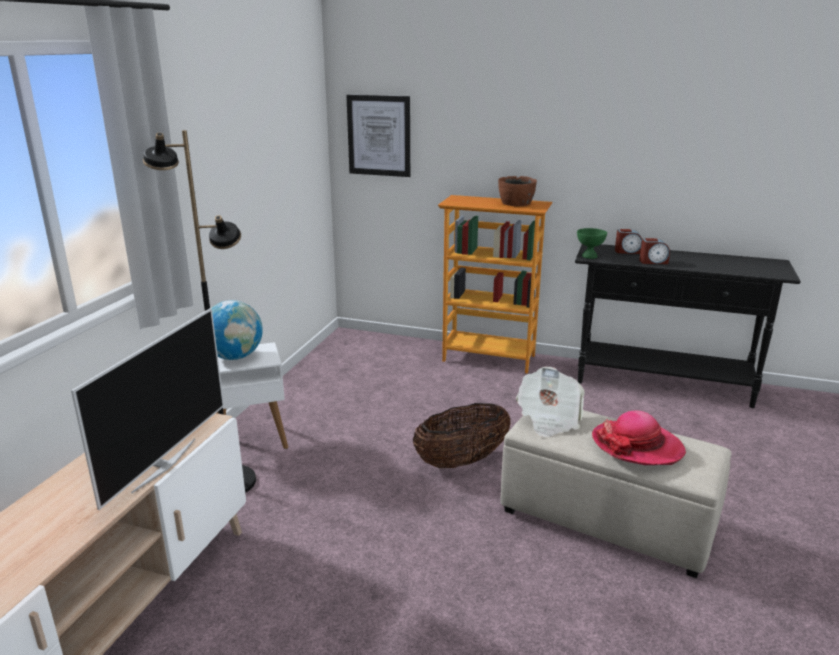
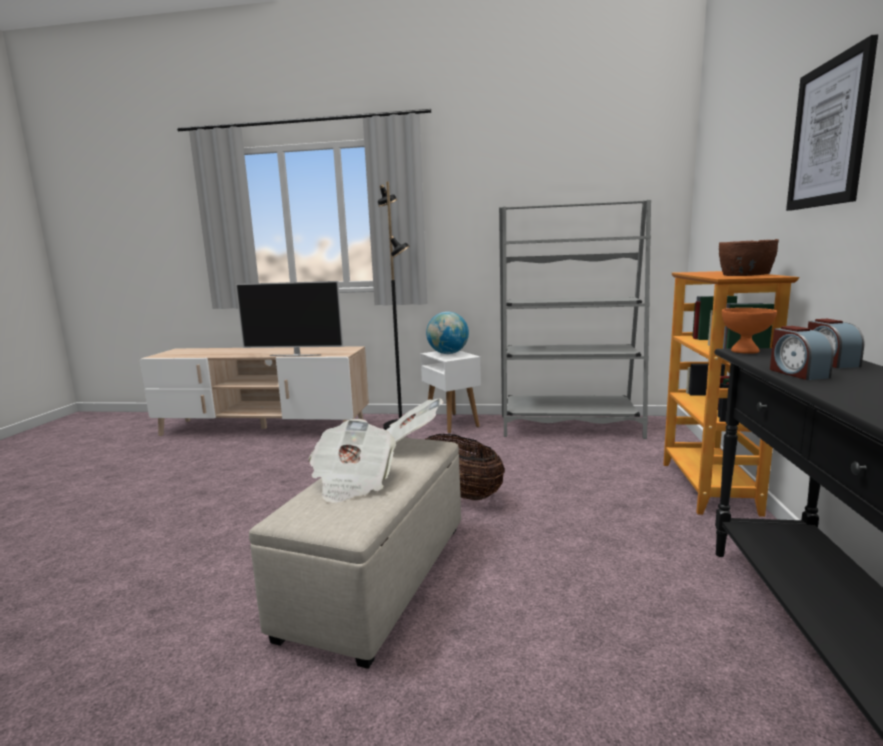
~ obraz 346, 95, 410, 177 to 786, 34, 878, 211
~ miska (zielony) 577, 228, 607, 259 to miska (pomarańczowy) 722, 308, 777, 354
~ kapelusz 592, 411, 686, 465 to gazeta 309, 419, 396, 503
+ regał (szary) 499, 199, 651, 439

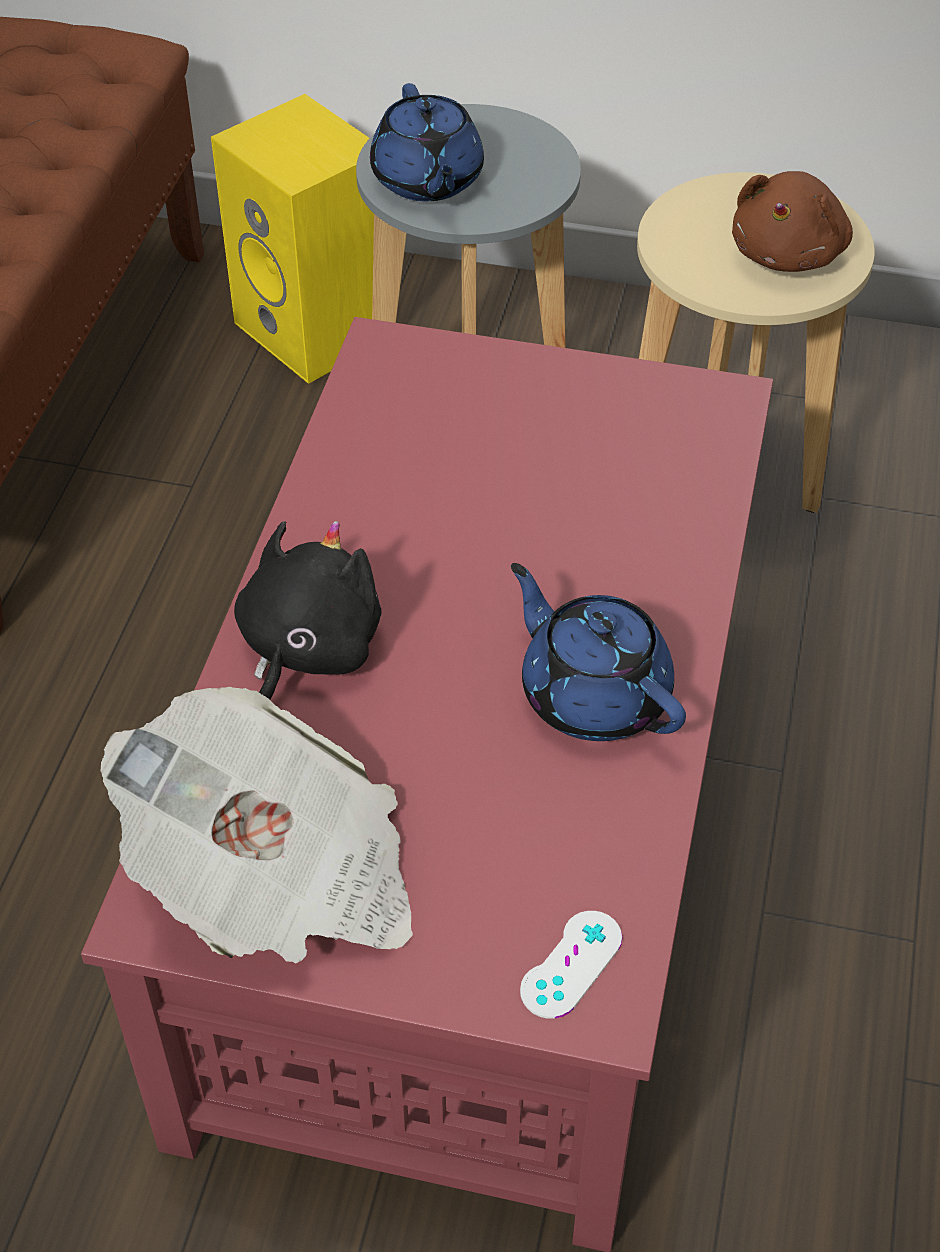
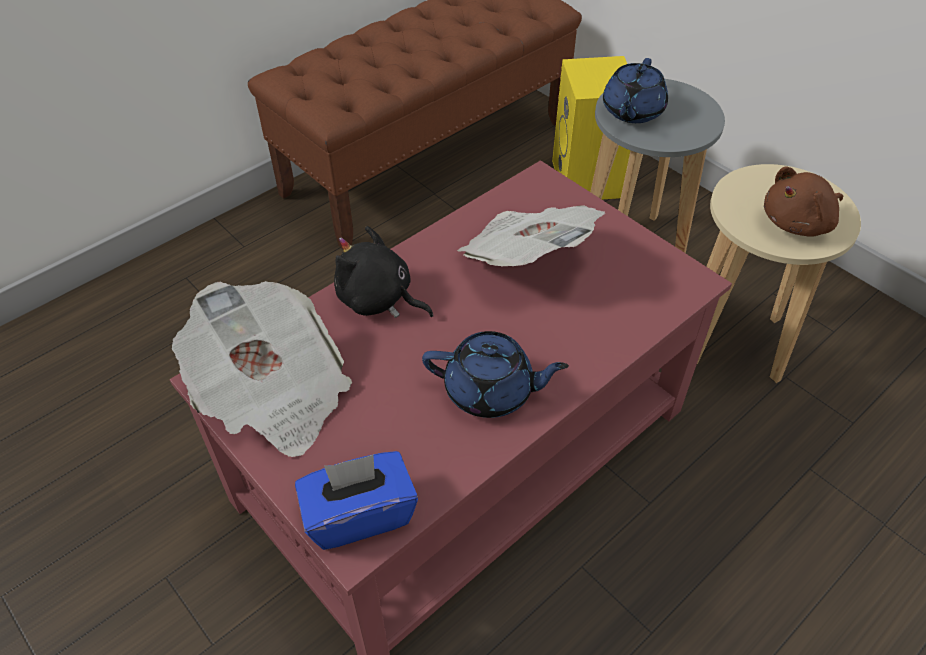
~ pluszak (czarny) 234, 521, 382, 699 = 334, 226, 434, 318 120 degrees counterclockwise
~ imbryk (niebieski) 511, 563, 686, 741 = 422, 331, 569, 418 105 degrees clockwise
~ pad do gier (biały) 520, 911, 622, 1019 to pudełko chusteczek (niebieski) 295, 451, 418, 550
+ gazeta 457, 205, 605, 266

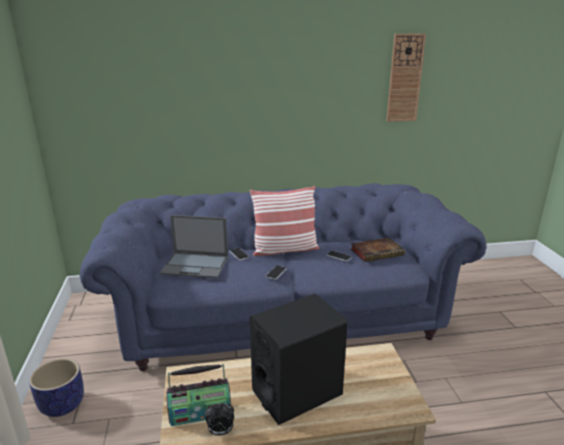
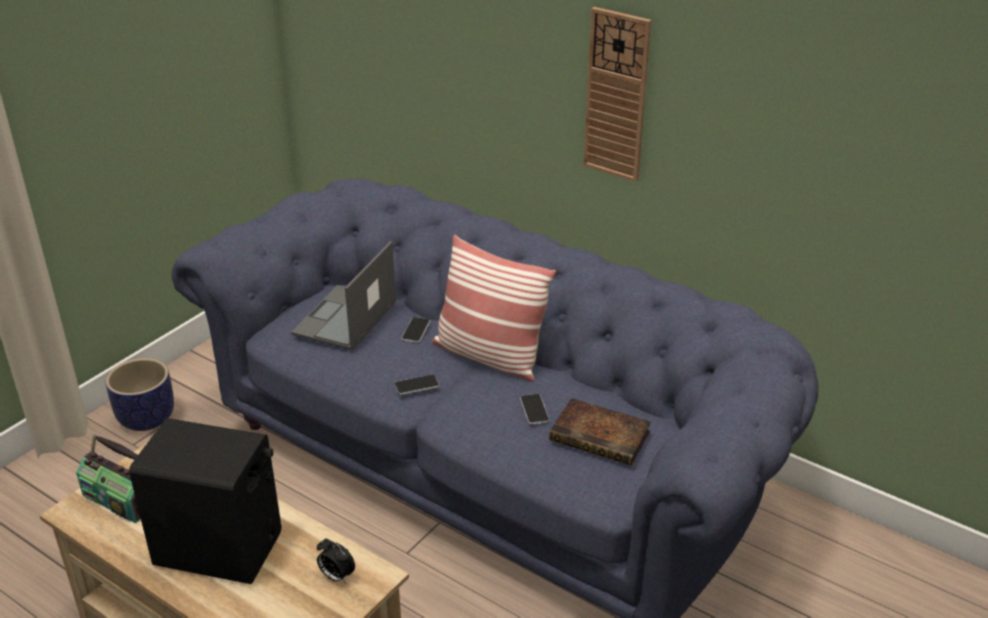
~ zegar ścienny 387, 33, 426, 122 to 583, 7, 651, 182
~ laptop 160, 215, 228, 278 = 291, 241, 396, 350 60 degrees clockwise
~ budzik 205, 403, 234, 435 to 317, 538, 355, 584

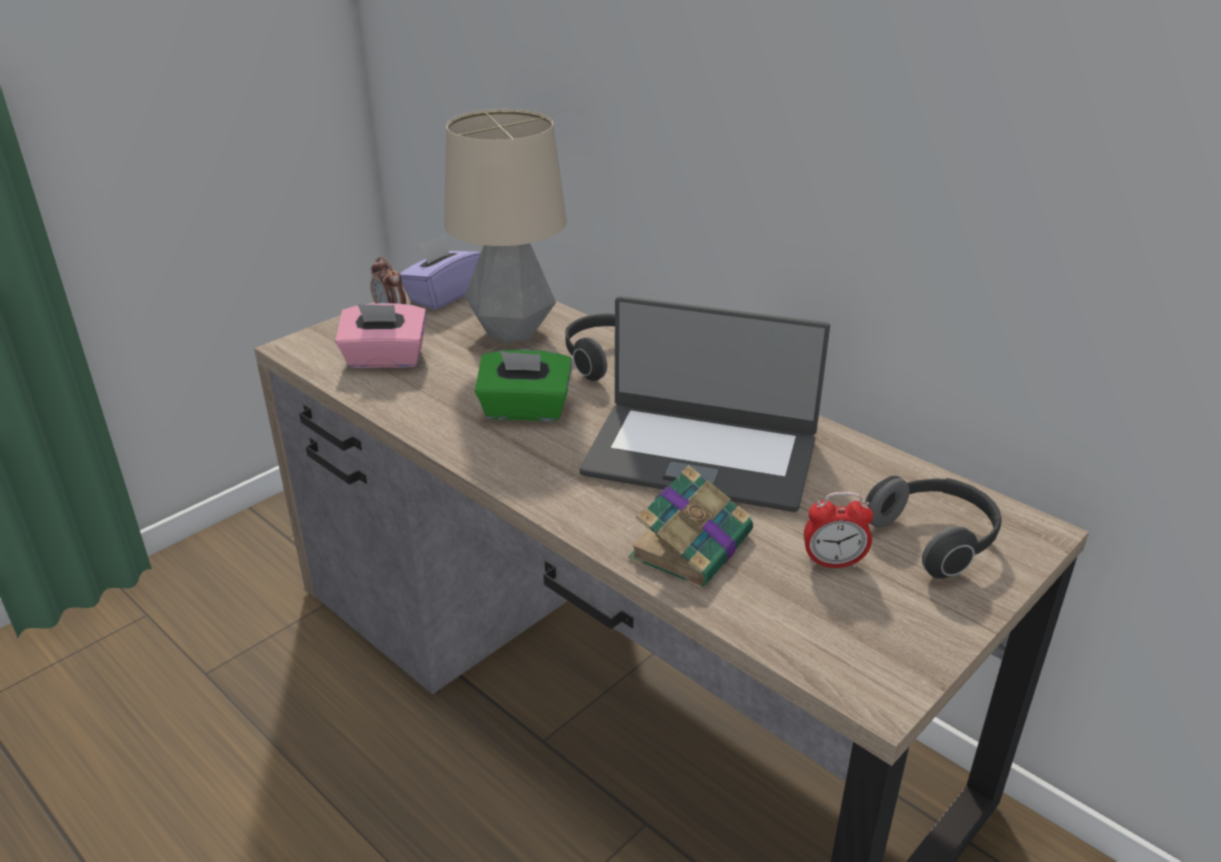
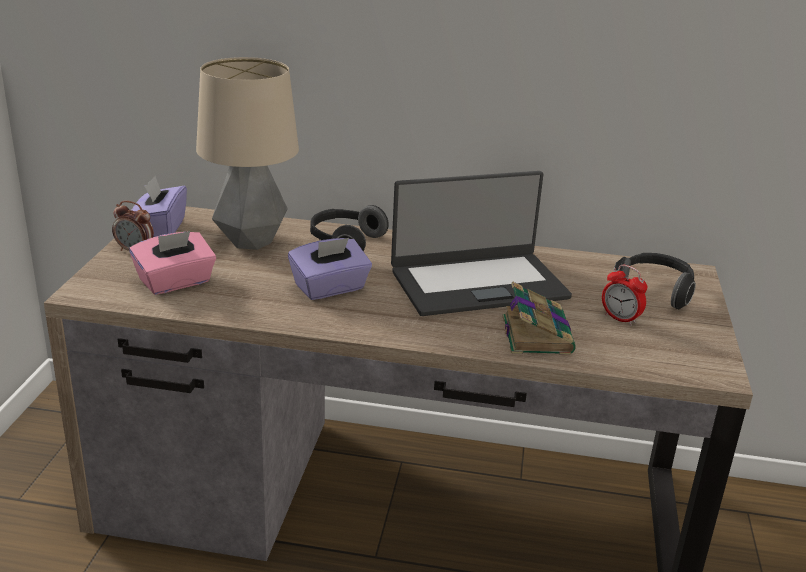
~ pudełko chusteczek (zielony) 475, 349, 572, 421 to pudełko chusteczek (fioletowy) 288, 238, 372, 300
~ budzik 804, 492, 873, 568 = 602, 265, 647, 326 75 degrees clockwise

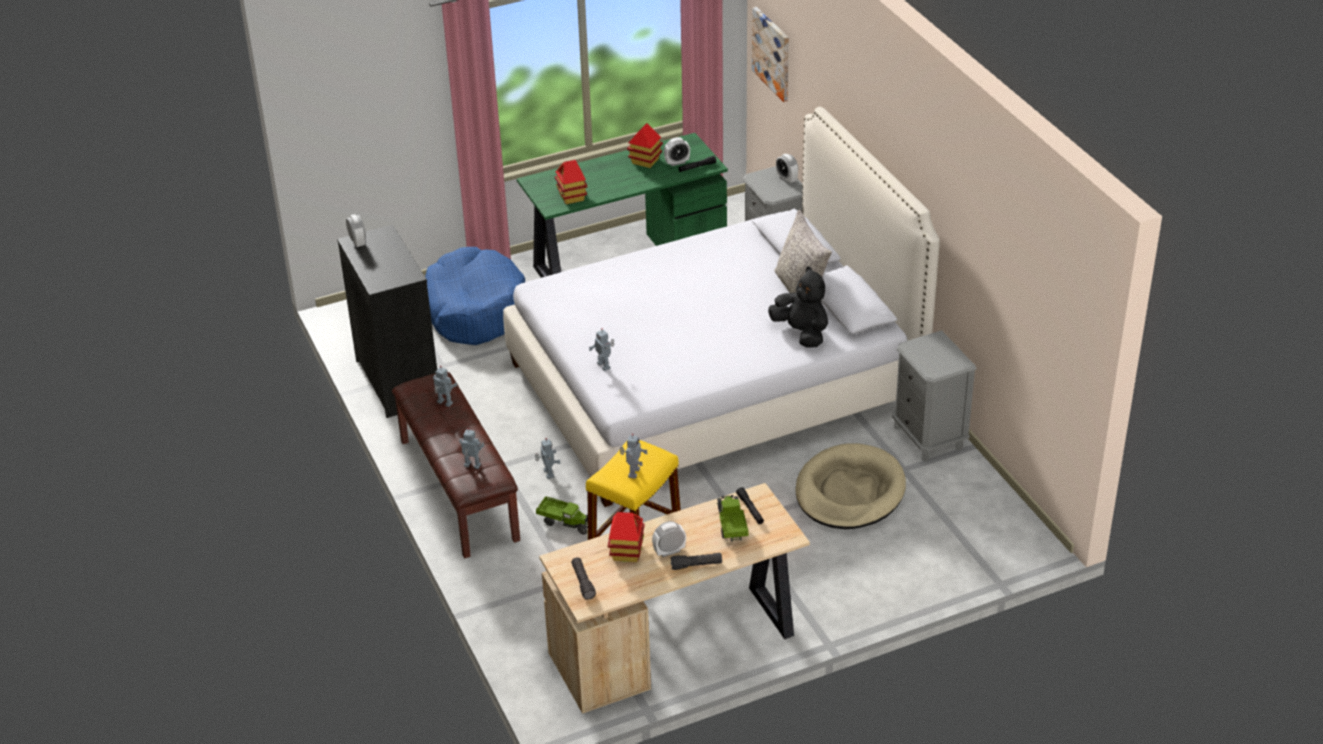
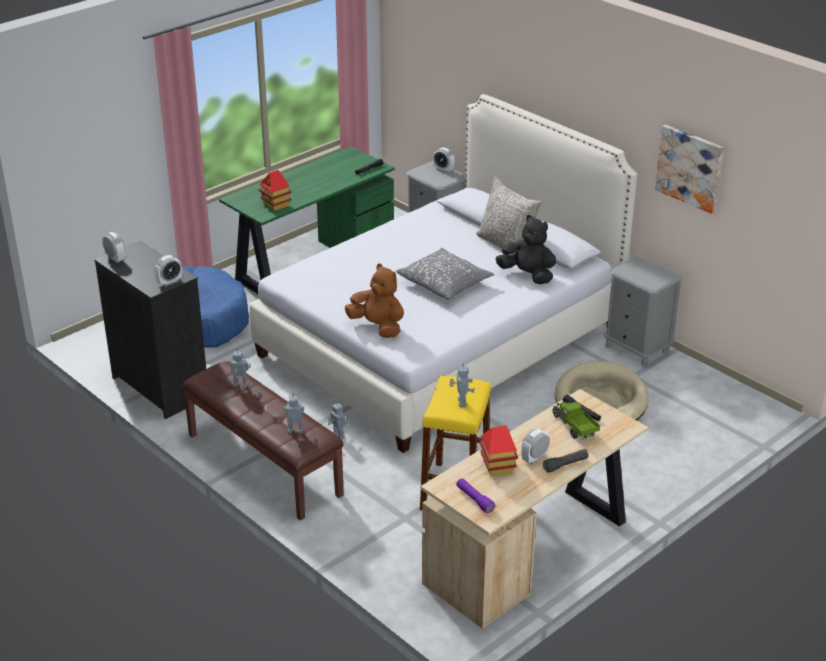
~ obraz 752, 7, 789, 102 to 655, 125, 724, 214
- domek 627, 123, 663, 168
~ budzik 664, 137, 690, 166 to 154, 255, 182, 287
~ robot zabawkowy 589, 328, 614, 371 to pluszak (brązowy) 345, 264, 404, 338
- ciężarówka zabawkowa 536, 496, 588, 535
~ latarka (czarny) 571, 557, 596, 600 to latarka (fioletowy) 456, 478, 495, 513
+ poduszka (szary) 396, 248, 494, 300

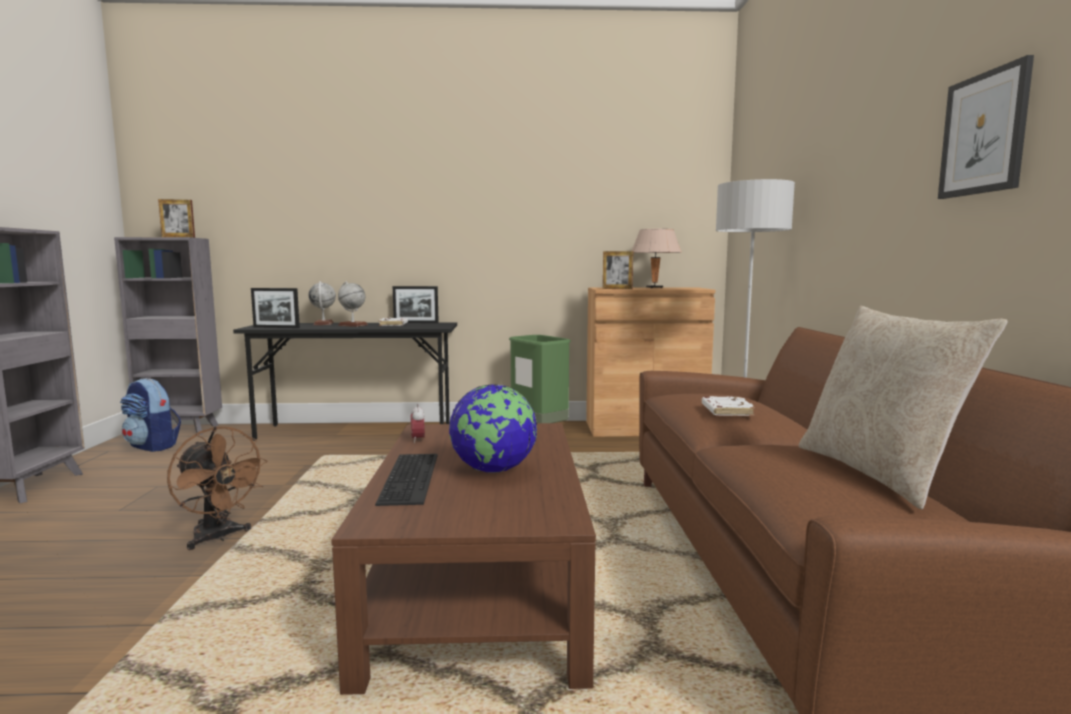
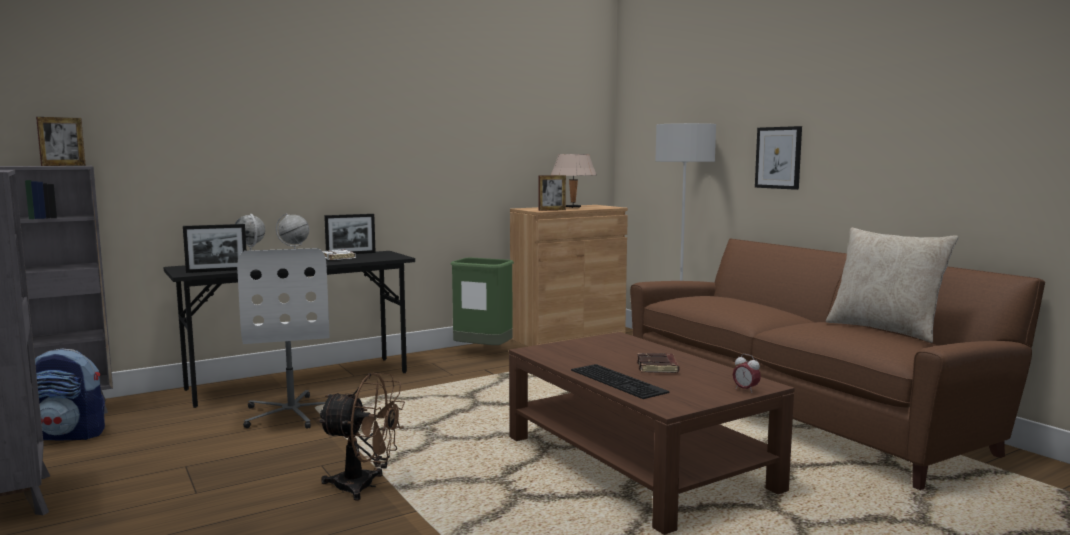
~ obraz 938, 55, 1034, 199 to 755, 126, 802, 190
~ globus 449, 384, 537, 473 to książka (brązowy) 637, 353, 679, 373
- książka (biały) 702, 396, 755, 416
~ budzik 411, 404, 425, 443 to 733, 354, 761, 393
+ krzesło biurowe (biały) 237, 248, 329, 429

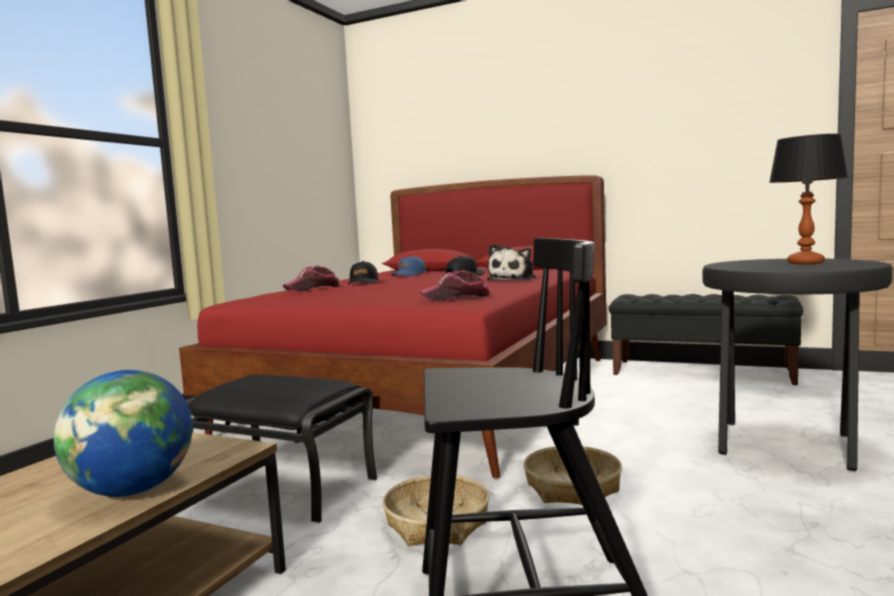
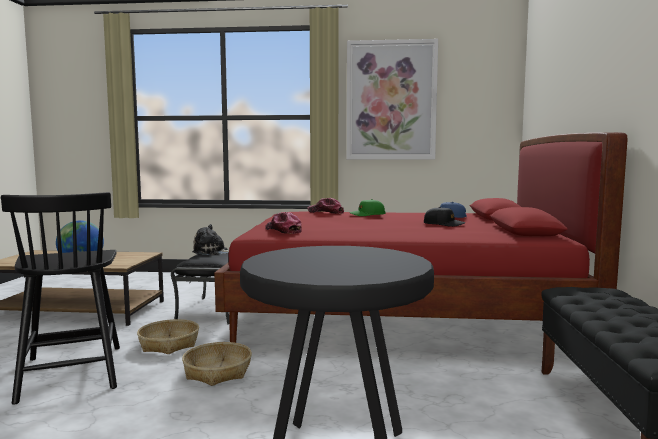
- lampa stołowa 769, 134, 848, 264
~ pluszak 487, 244, 536, 280 to 192, 224, 229, 255
~ czapka z daszkiem (czarny) 348, 261, 379, 284 to czapka z daszkiem (zielony) 350, 199, 385, 216
+ obraz 347, 39, 438, 159

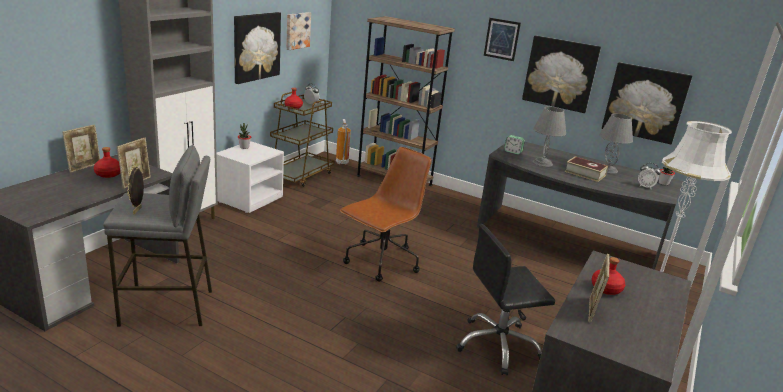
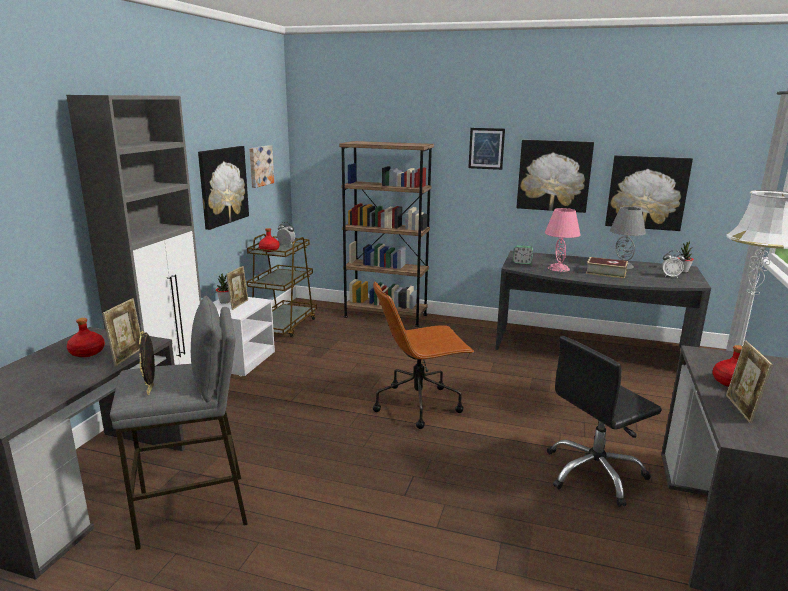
~ lampa stołowa (szary) 533, 106, 566, 167 to lampa stołowa (różowy) 545, 208, 581, 272
- gaśnica 336, 119, 351, 164
~ ramka na zdjęcie 62, 125, 100, 173 to 226, 266, 248, 310
~ krzesło biurowe (brązowy) 340, 147, 432, 282 = 373, 282, 474, 429 135 degrees counterclockwise

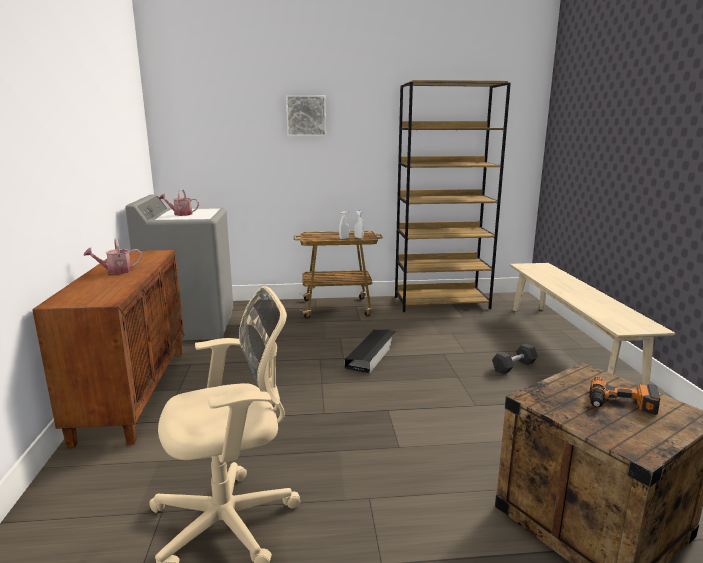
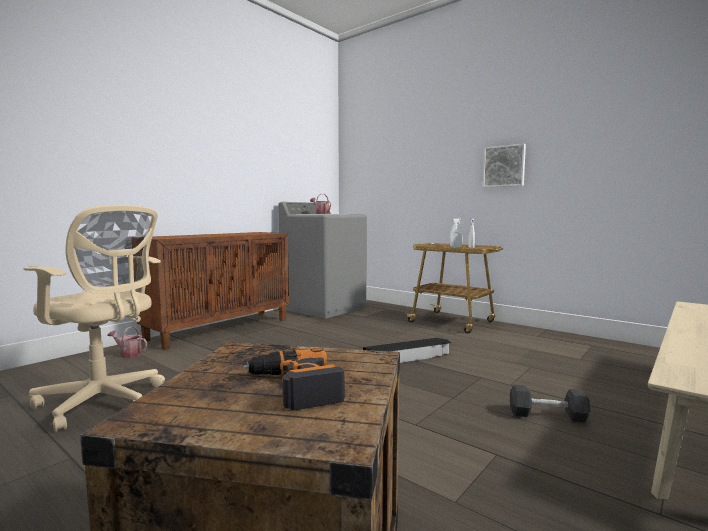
- regał (brązowy) 395, 80, 511, 312
~ obraz 286, 95, 326, 136 to 483, 143, 526, 187
~ konewka 83, 239, 142, 274 to 107, 326, 147, 358

